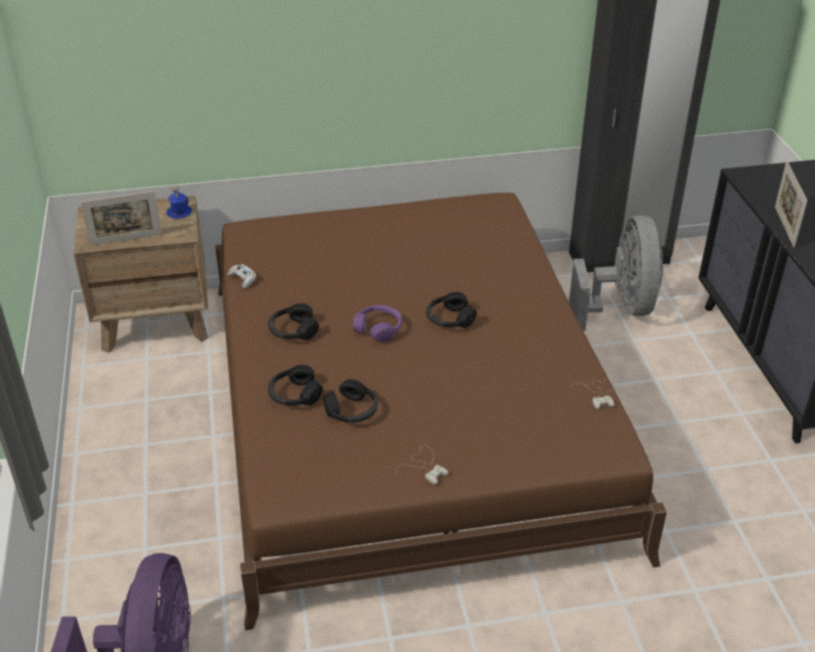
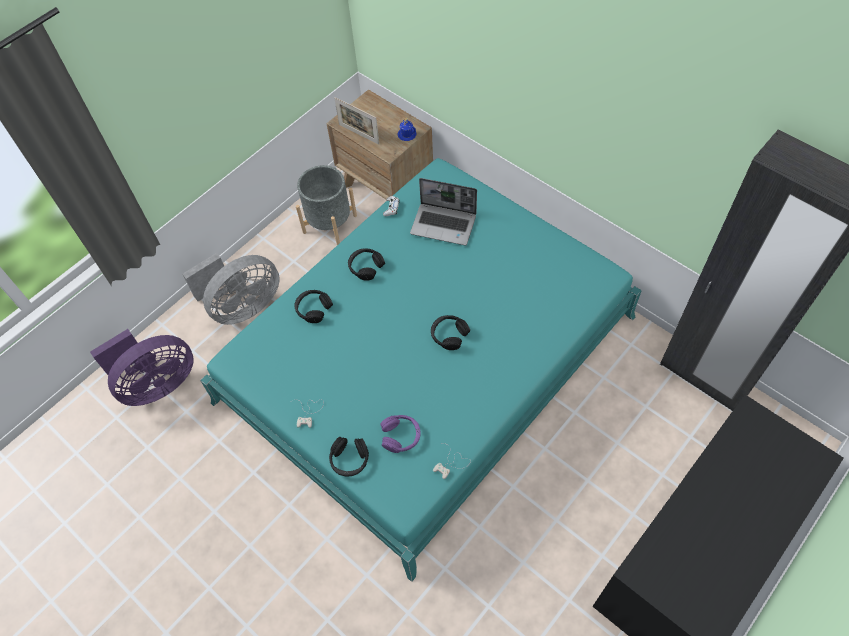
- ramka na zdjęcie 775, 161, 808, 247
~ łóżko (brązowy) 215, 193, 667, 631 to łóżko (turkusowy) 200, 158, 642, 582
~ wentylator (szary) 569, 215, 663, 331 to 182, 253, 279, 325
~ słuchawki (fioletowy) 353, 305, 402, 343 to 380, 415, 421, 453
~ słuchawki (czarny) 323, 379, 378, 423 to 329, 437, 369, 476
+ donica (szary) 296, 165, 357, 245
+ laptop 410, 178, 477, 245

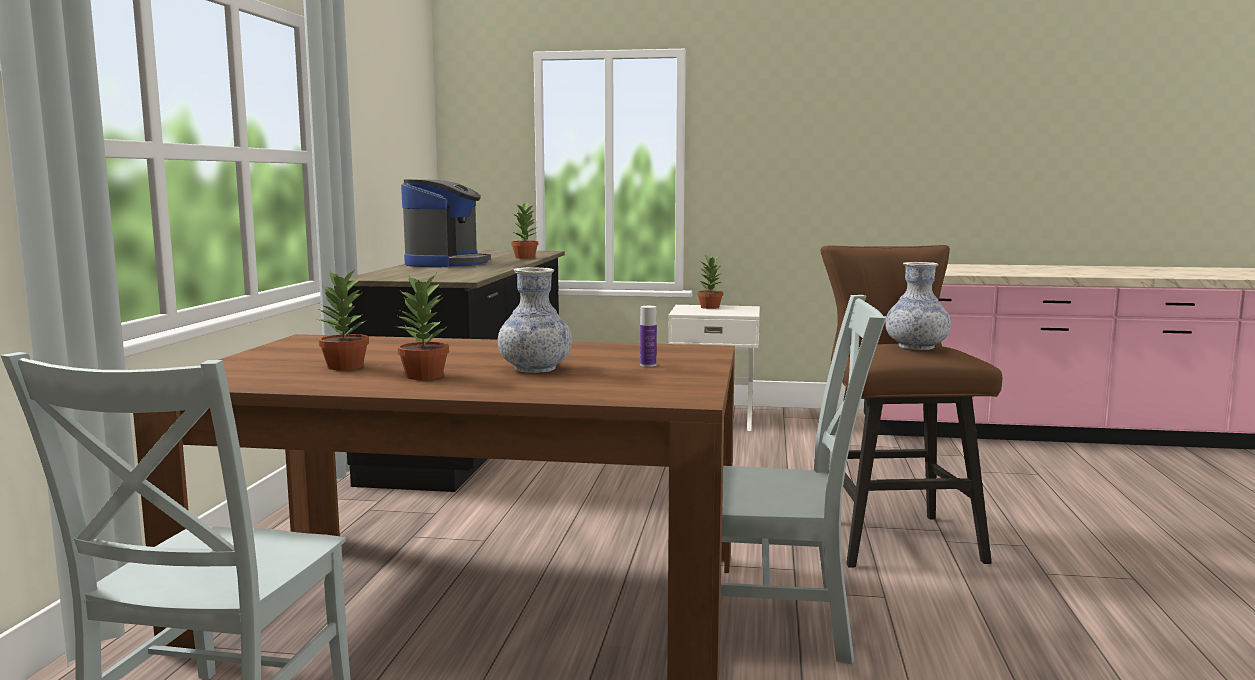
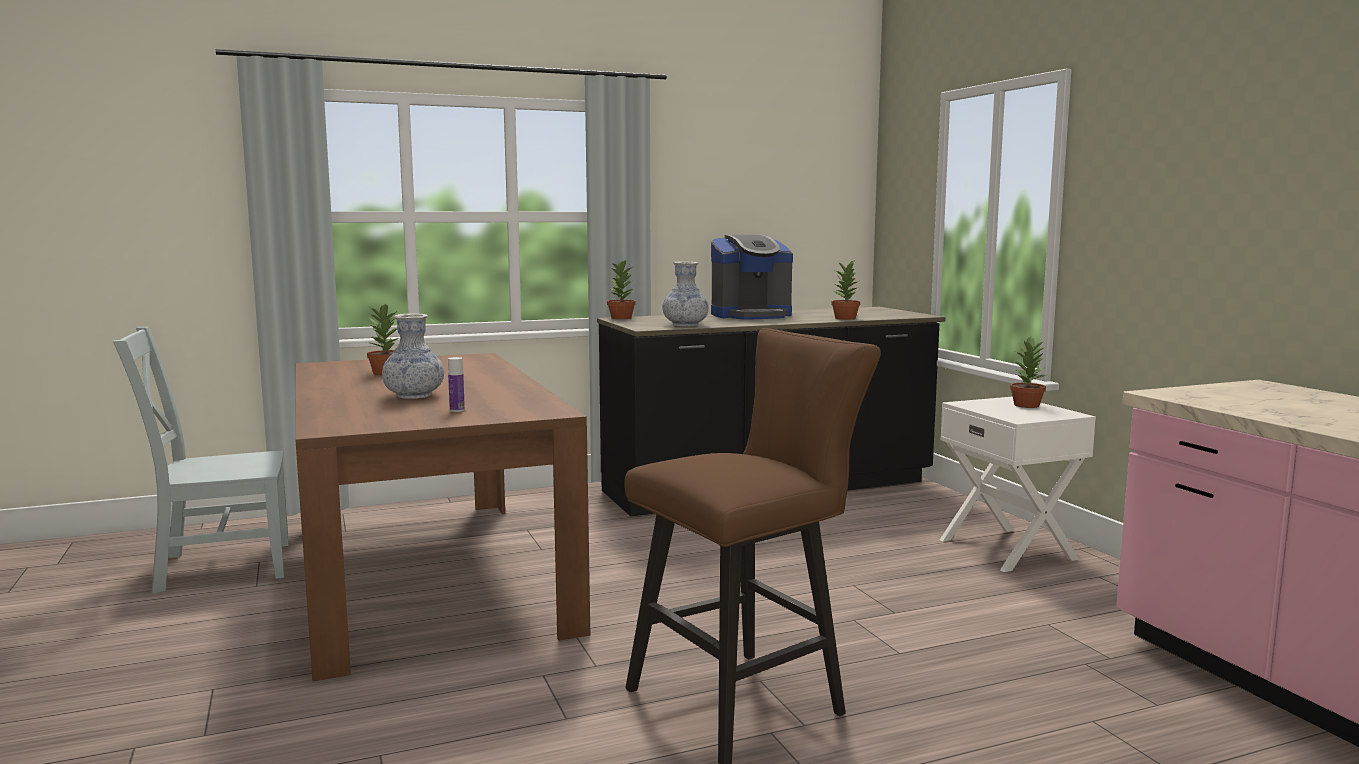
~ wazon 885, 262, 951, 350 to 663, 262, 709, 327
~ roślina doniczkowa 395, 274, 449, 380 to 607, 261, 636, 319
- krzesło (szary) 721, 295, 887, 664

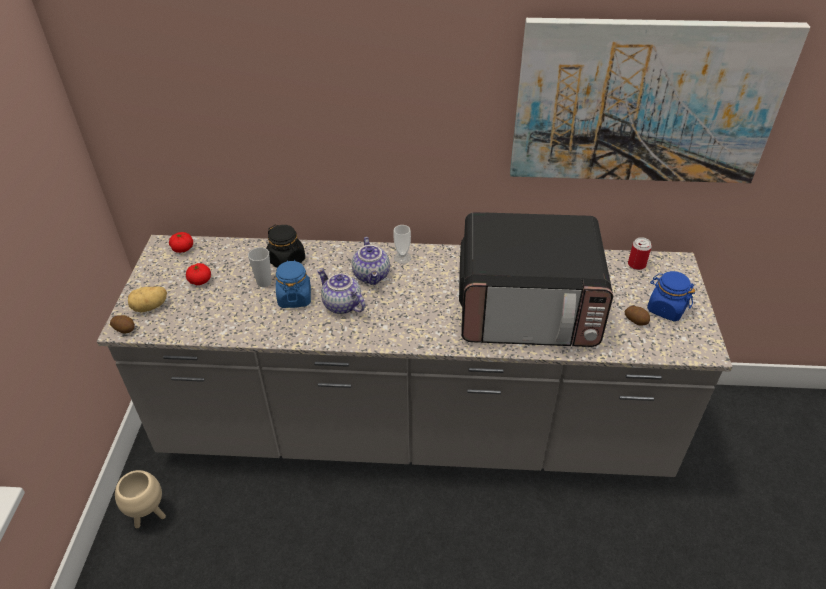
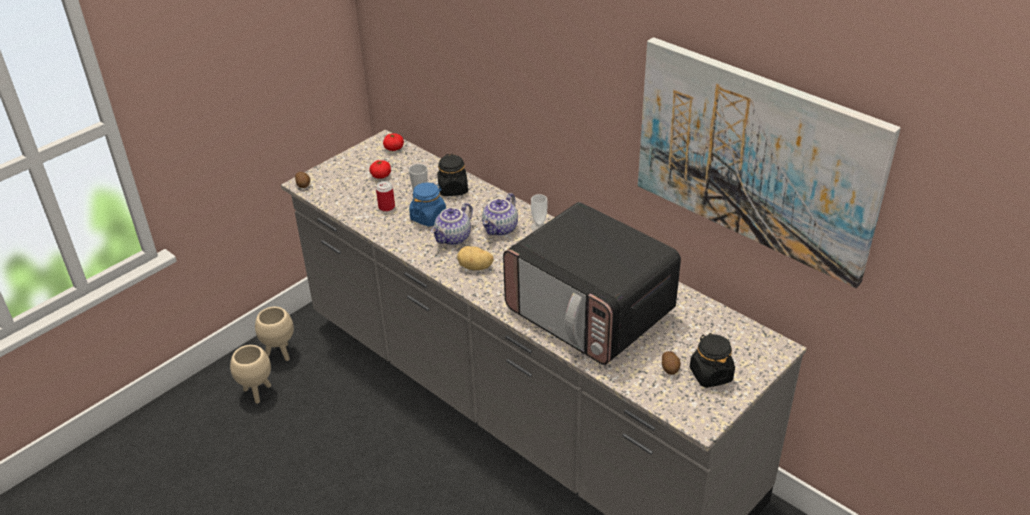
~ puszka 628, 237, 652, 270 to 376, 181, 395, 212
~ imbryk 317, 268, 365, 314 = 431, 203, 473, 245 135 degrees counterclockwise
~ słoik (niebieski) 647, 271, 695, 321 to słoik (czarny) 690, 333, 735, 388
~ ziemniak 128, 286, 167, 312 to 457, 246, 494, 270
+ donica (beżowy) 230, 345, 271, 404

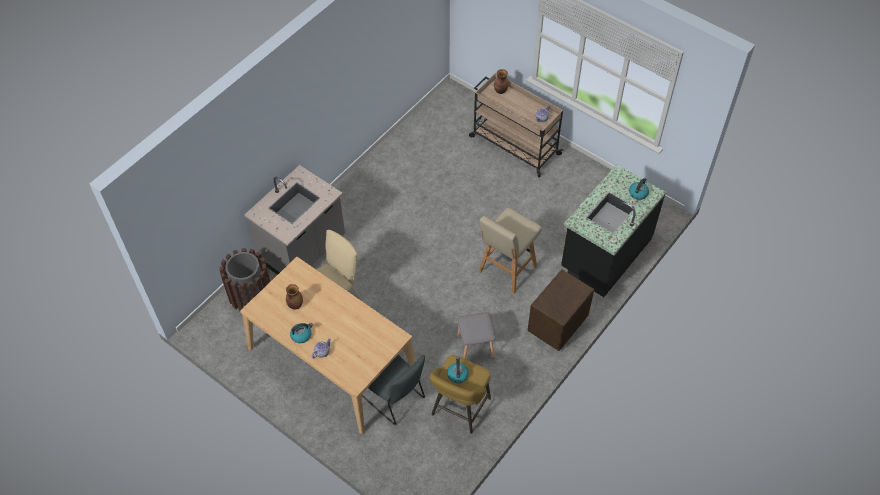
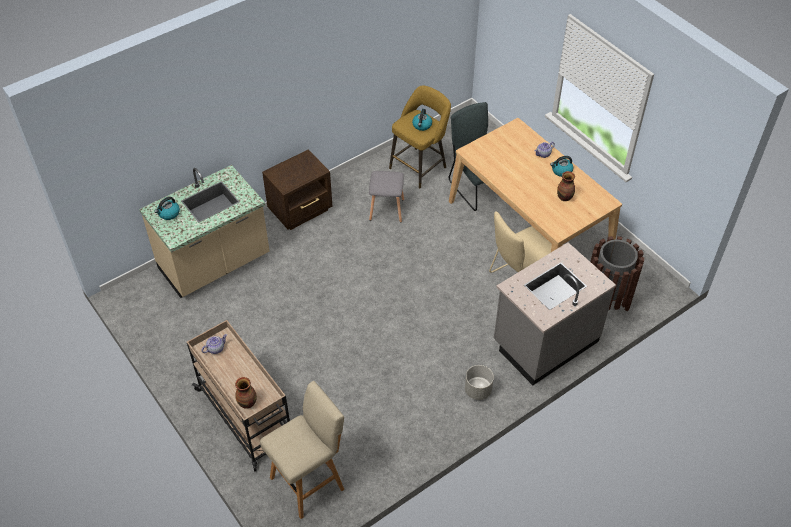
~ zabudowa kuchenna (czarny) 561, 164, 666, 297 to zabudowa kuchenna (beżowy) 139, 165, 270, 298
~ stołek (beżowy) 479, 208, 542, 293 to 260, 381, 344, 519
+ donica (szary) 465, 365, 494, 400

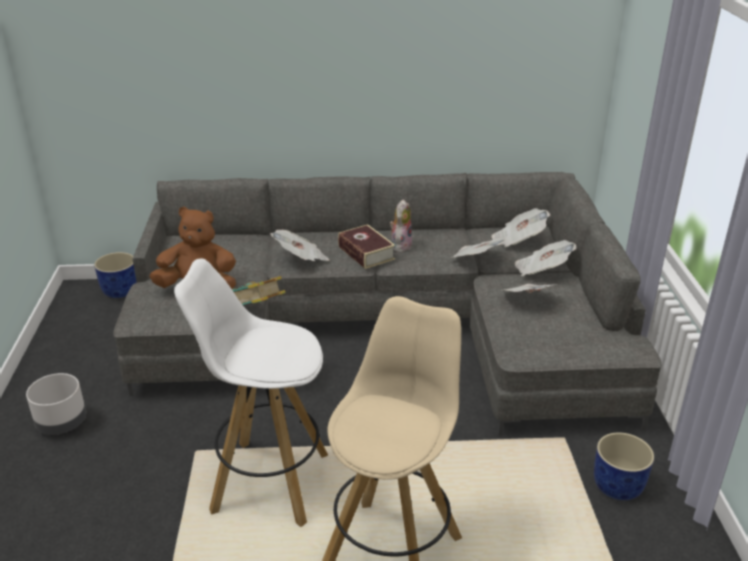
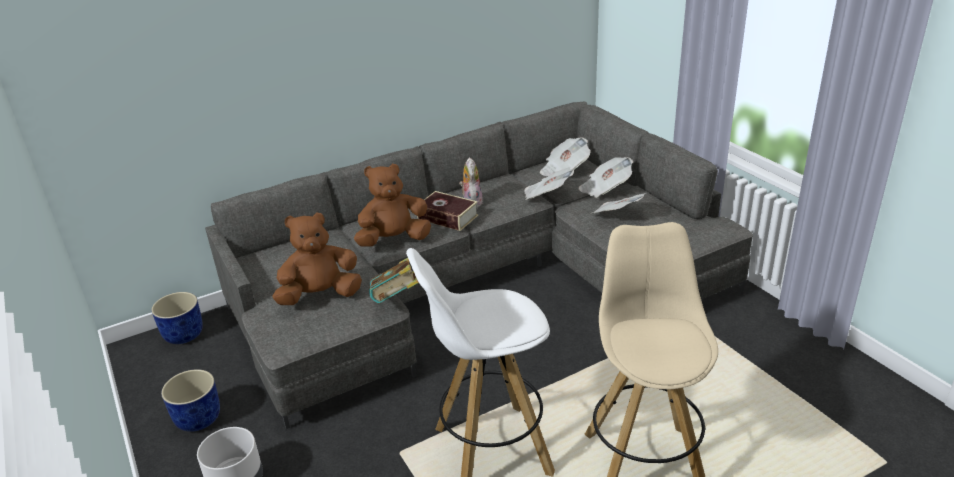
~ gazeta 270, 230, 329, 262 to pluszak (brązowy) 354, 164, 431, 246
~ donica (niebieski) 594, 432, 654, 500 to 161, 369, 220, 432

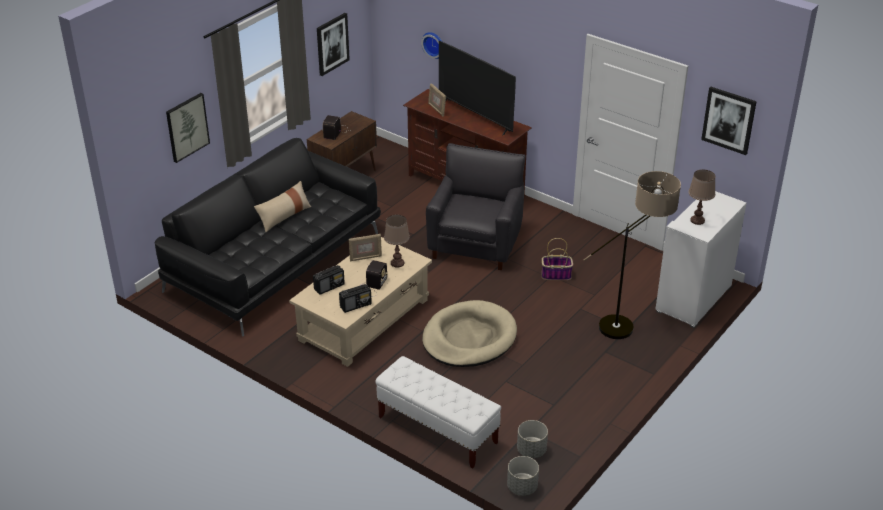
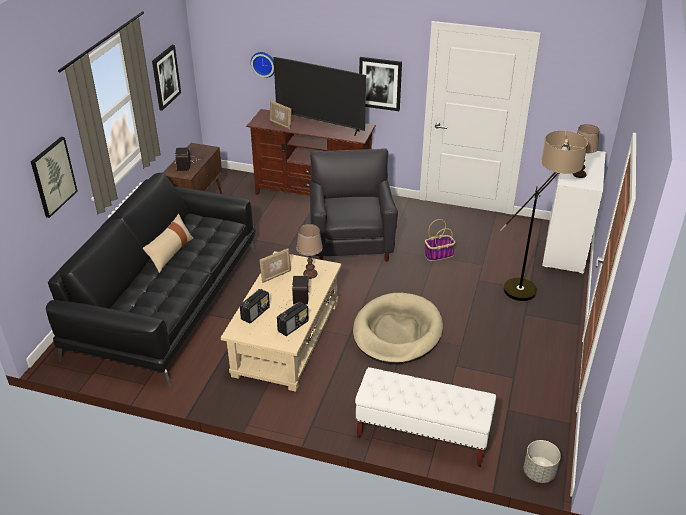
~ obraz 701, 87, 757, 155 to 359, 57, 402, 111
- donica (szary) 517, 420, 548, 458

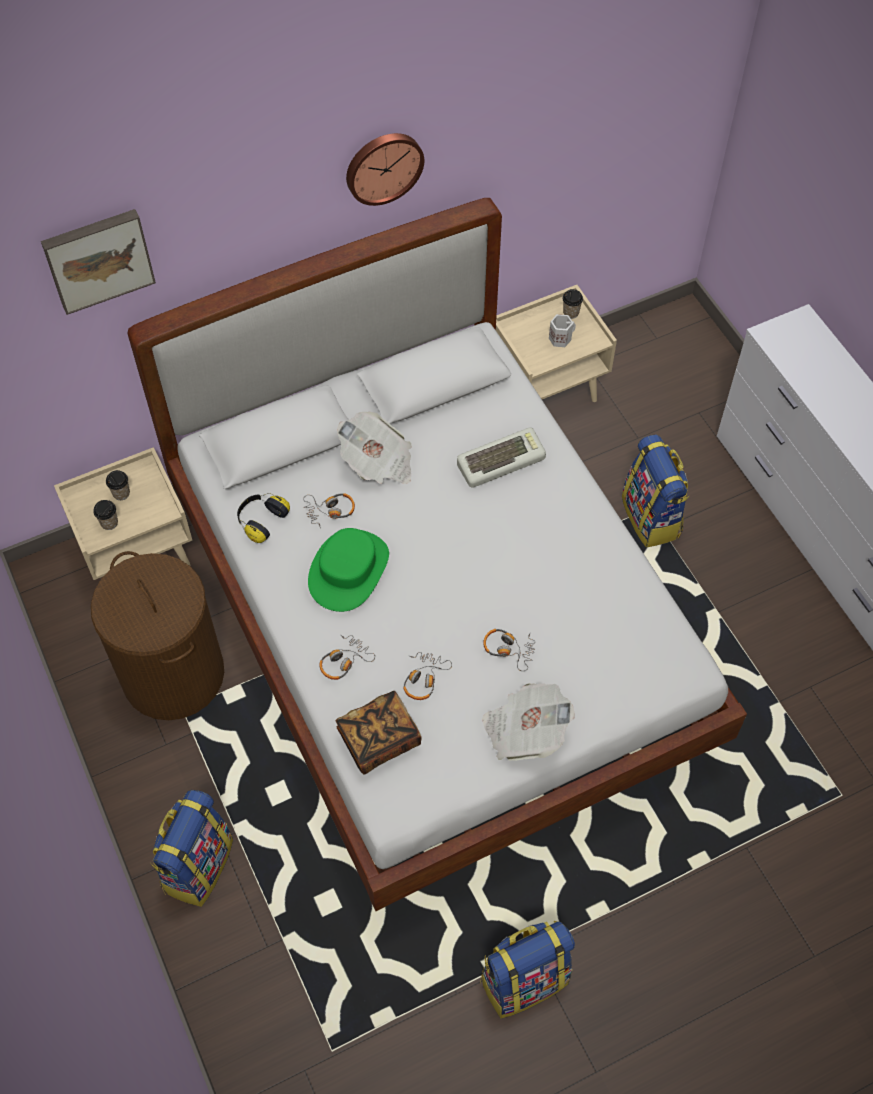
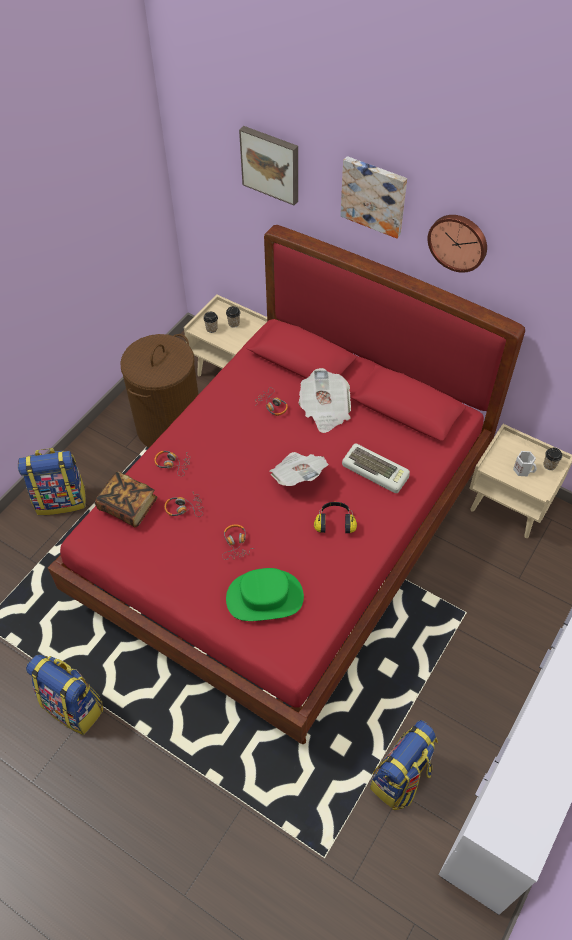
~ łóżko (biały) 127, 198, 747, 911 to łóżko (czerwony) 48, 225, 525, 744
~ plecak 622, 434, 689, 547 to 370, 720, 438, 810
~ słuchawki 237, 493, 290, 543 to 314, 502, 357, 533
~ kapelusz (zielony) 308, 528, 389, 612 to 226, 568, 304, 621
~ gazeta 482, 683, 575, 761 to 270, 452, 328, 486
+ obraz 340, 156, 407, 239

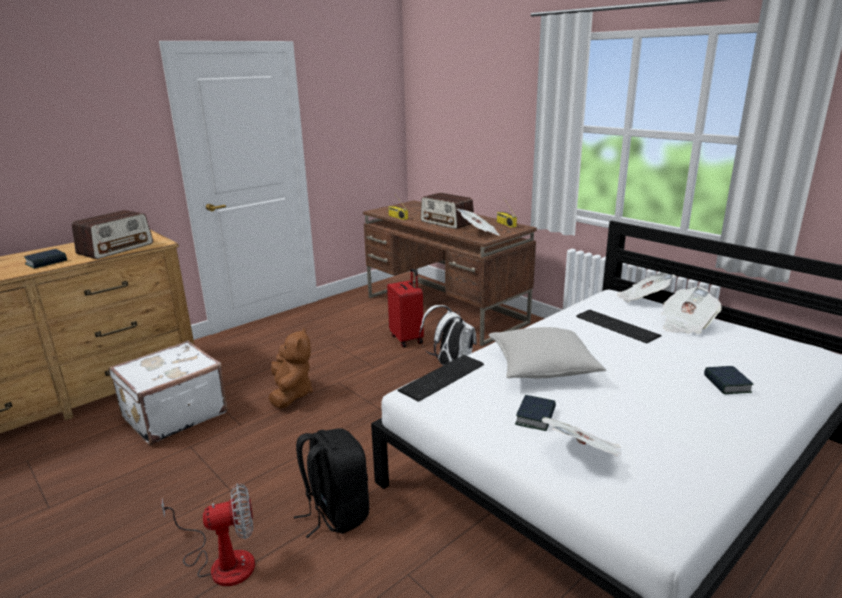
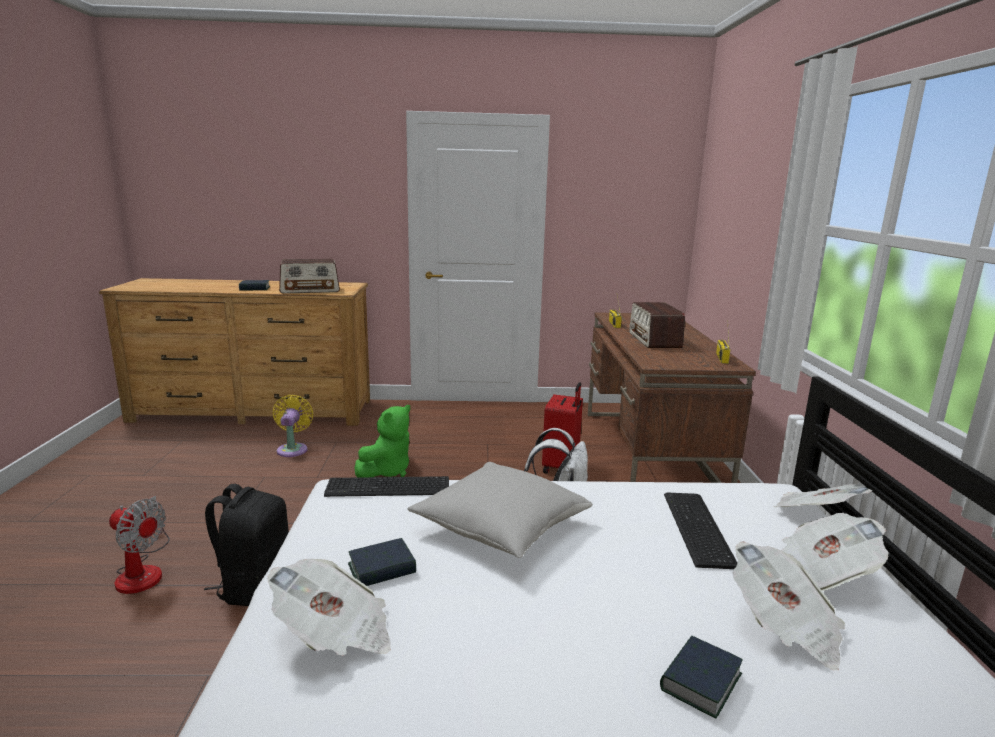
~ gazeta 457, 209, 500, 236 to 733, 541, 845, 670
~ pluszak (brązowy) 268, 328, 313, 408 to pluszak (zielony) 355, 405, 410, 478
~ walizka (biały) 109, 340, 228, 445 to wentylator (żółty) 273, 395, 313, 457

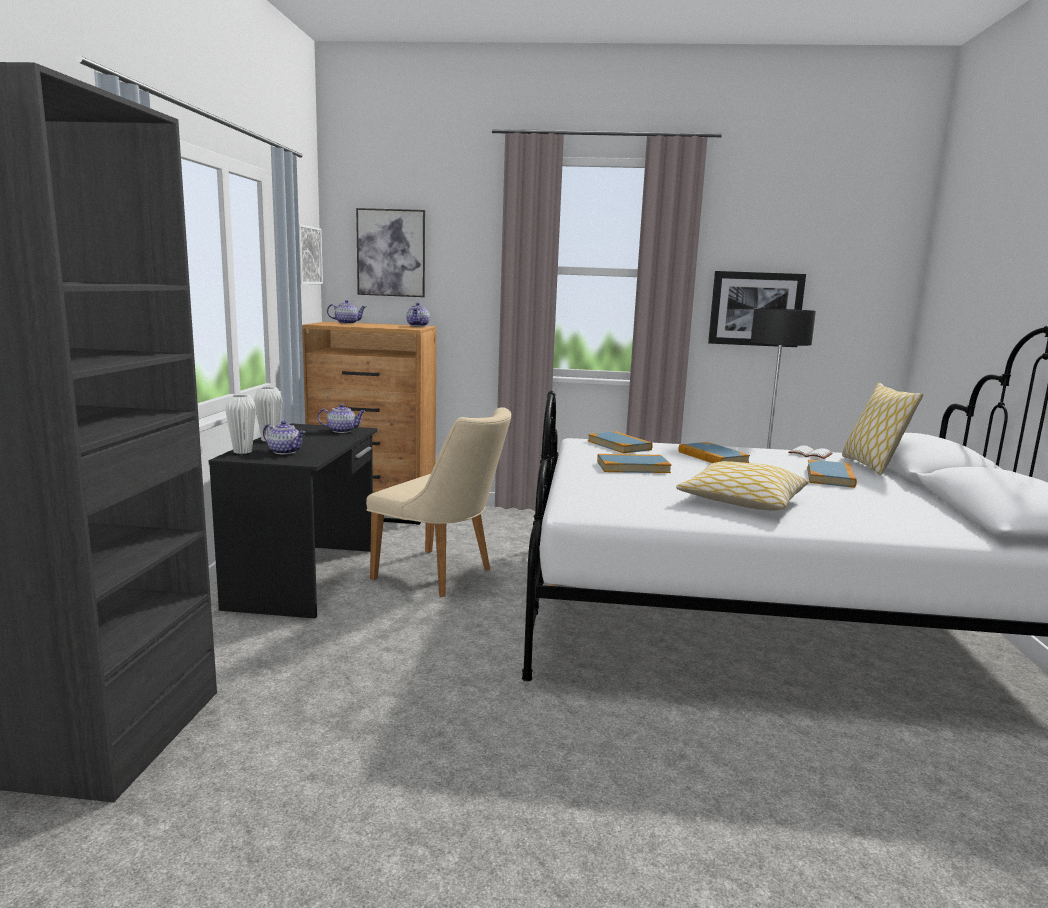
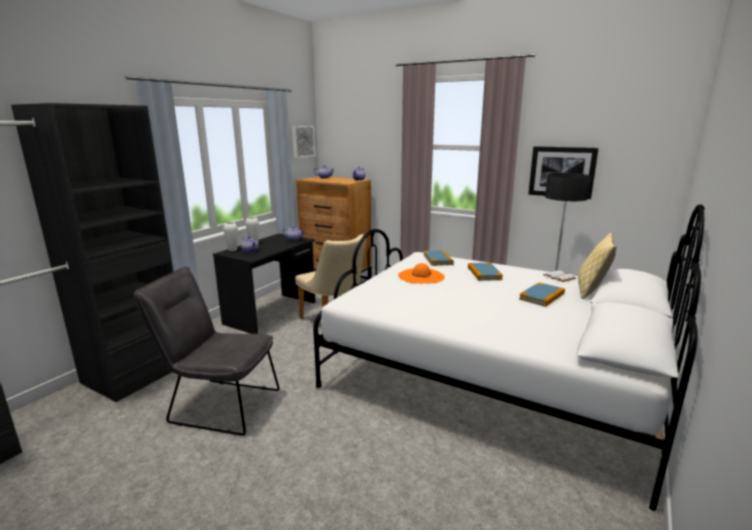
- obraz 356, 208, 425, 297
~ książka 597, 454, 671, 473 to kapelusz (pomarańczowy) 398, 263, 445, 284
- poduszka 676, 461, 809, 511
+ krzesło (szary) 134, 267, 279, 436

